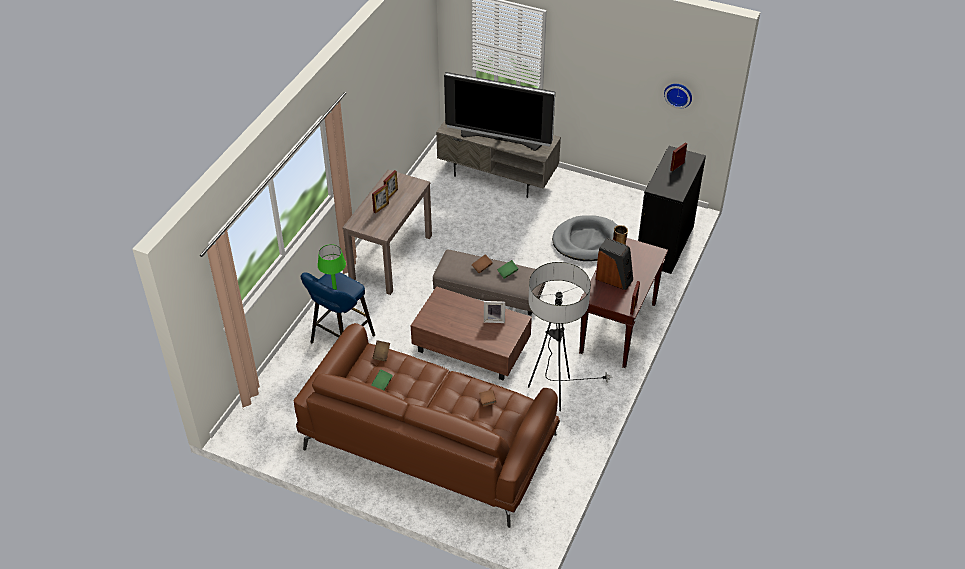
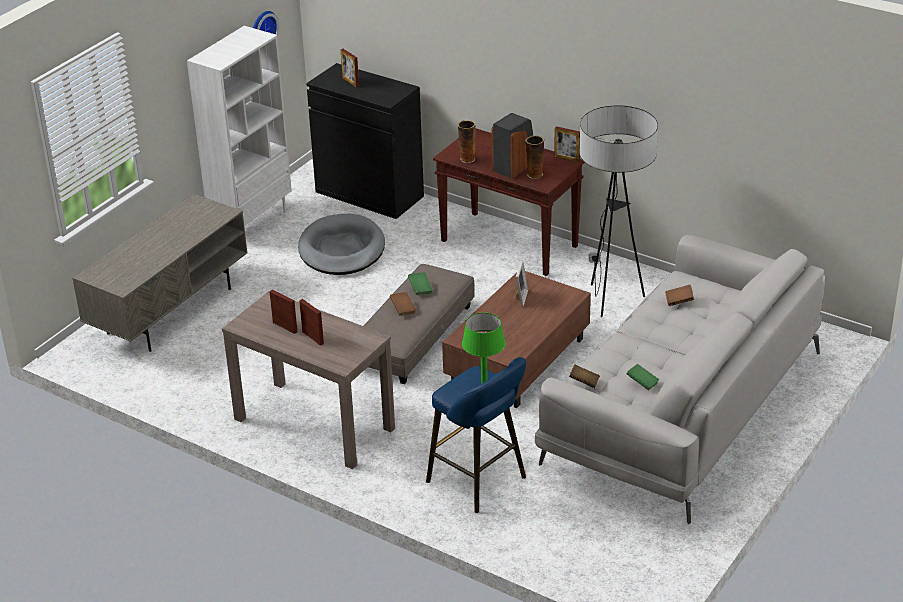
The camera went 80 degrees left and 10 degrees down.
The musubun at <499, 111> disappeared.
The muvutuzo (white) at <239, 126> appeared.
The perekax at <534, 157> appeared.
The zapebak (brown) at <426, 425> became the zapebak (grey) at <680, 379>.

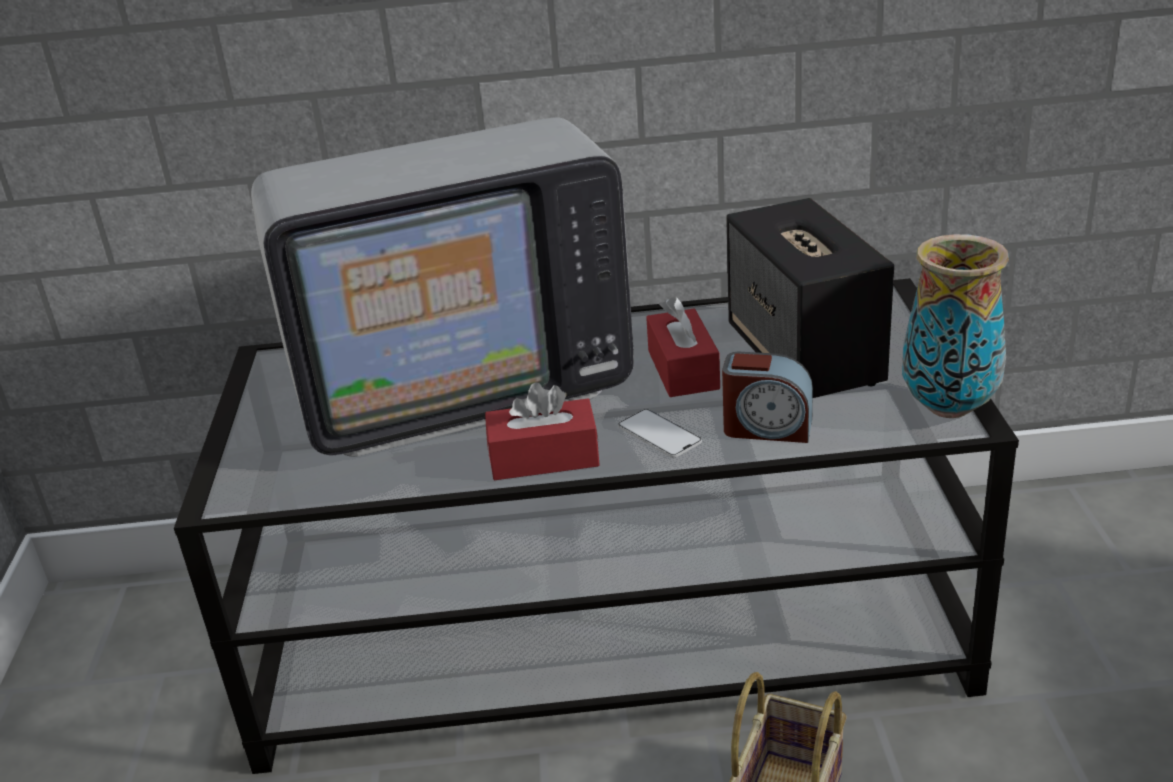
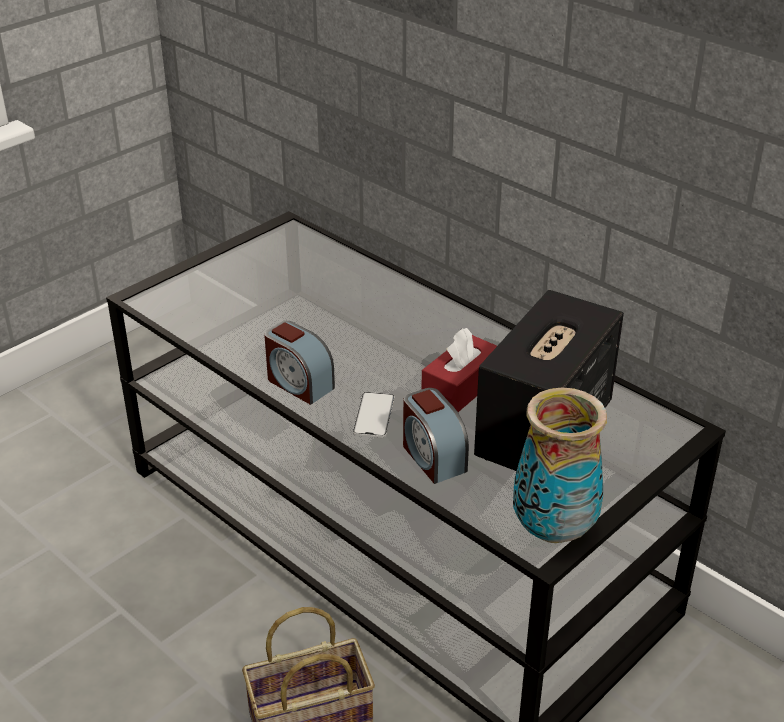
The camera went 45 degrees right and 5 degrees up.
The musubun at <442, 287> disappeared.
The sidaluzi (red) at <542, 431> was replaced by the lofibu at <299, 363>.

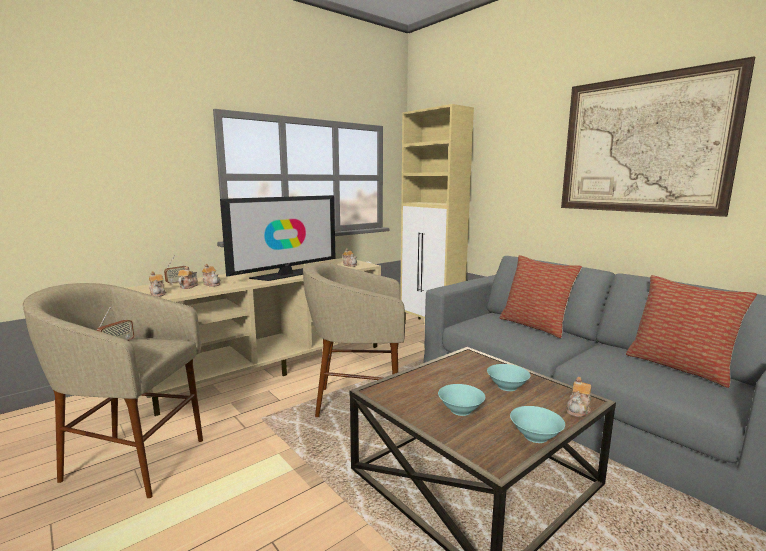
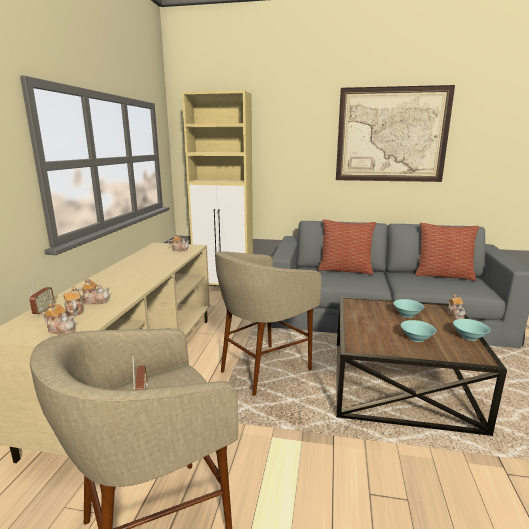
The camera went 40 degrees left and 5 degrees up.
The musubun at <278, 238> disappeared.

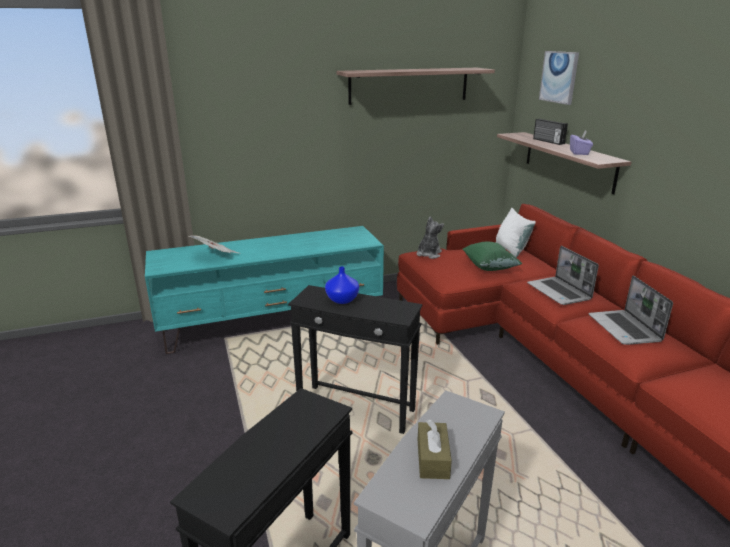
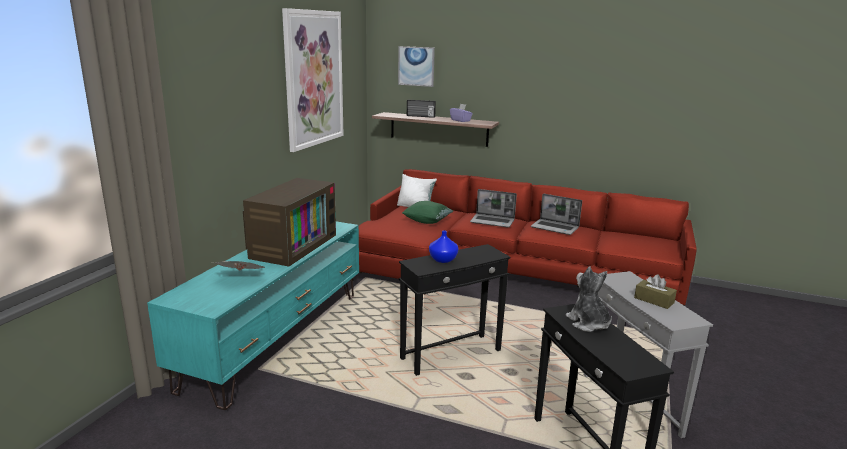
The camera went 50 degrees left and 5 degrees down.
The musubun at <289, 222> appeared.
The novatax moved from <430, 237> to <588, 299>.
The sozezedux at <415, 86> was replaced by the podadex at <313, 80>.

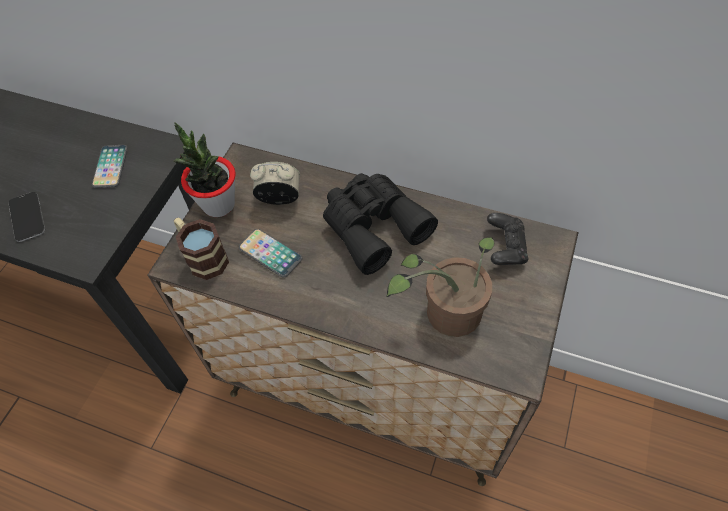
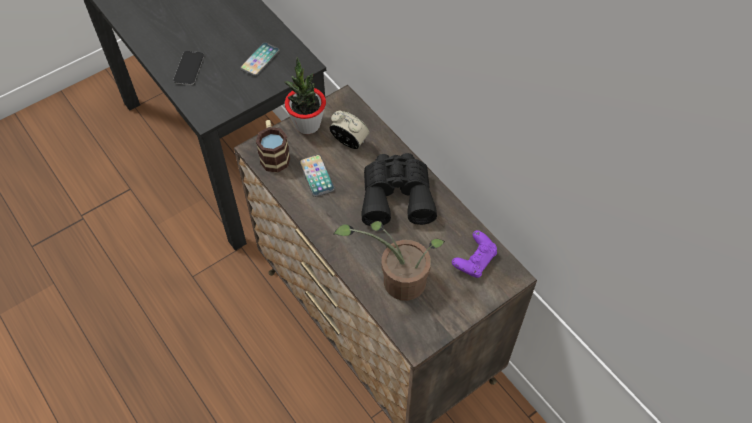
The camera went 30 degrees right and 0 degrees up.
The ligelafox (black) at <507, 239> became the ligelafox (purple) at <474, 254>.

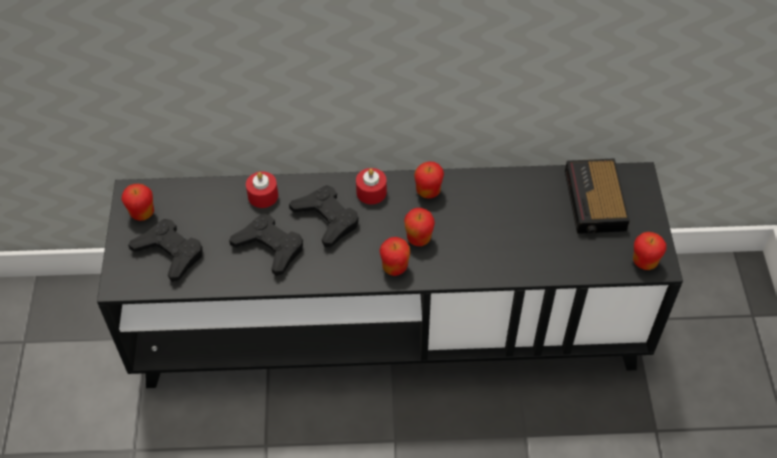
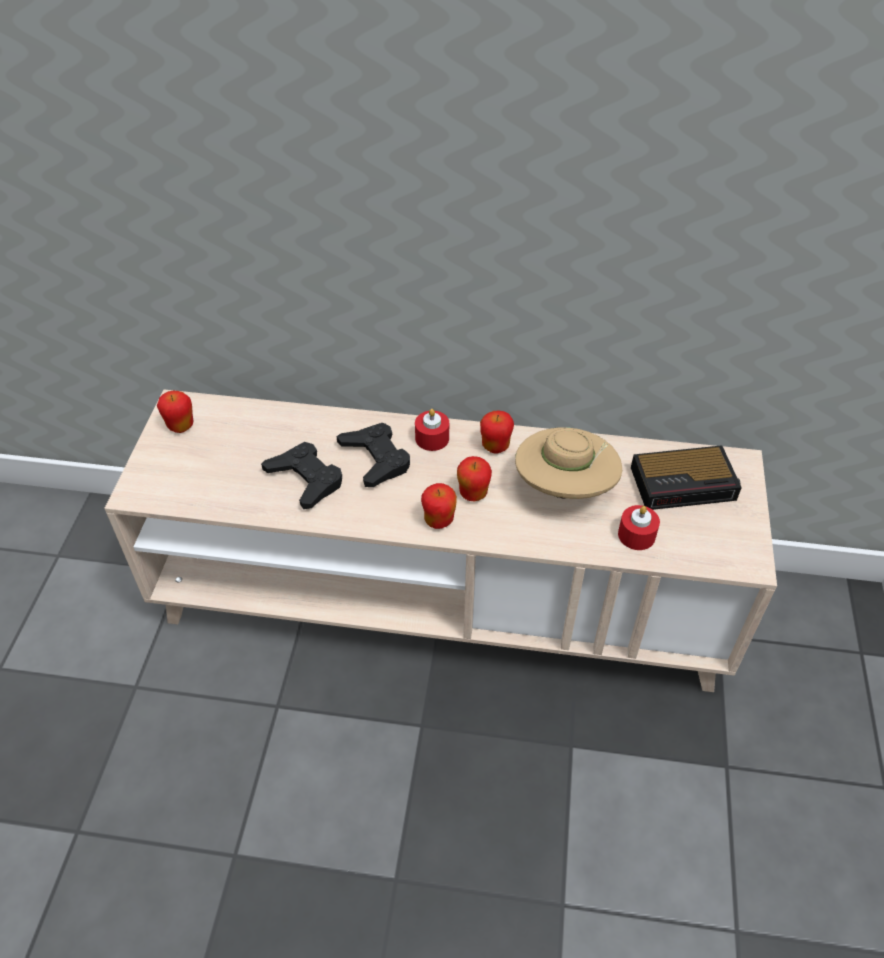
The camera went 10 degrees right and 5 degrees down.
The ligelafox (black) at <165, 250> disappeared.
The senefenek at <649, 251> disappeared.
The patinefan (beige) at <568, 463> appeared.
The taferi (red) moved from <262, 190> to <639, 527>.
The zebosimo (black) at <390, 275> became the zebosimo (beige) at <440, 540>.
The lofibu at <597, 196> turned 105 degrees counterclockwise.

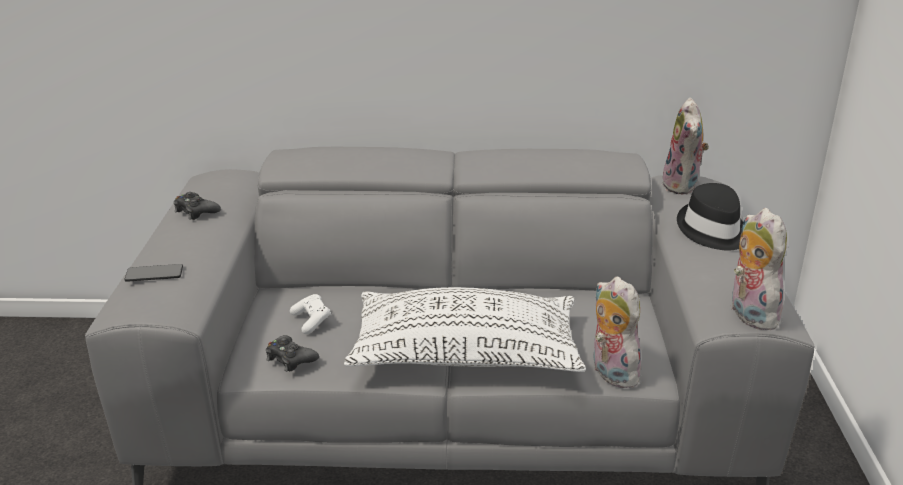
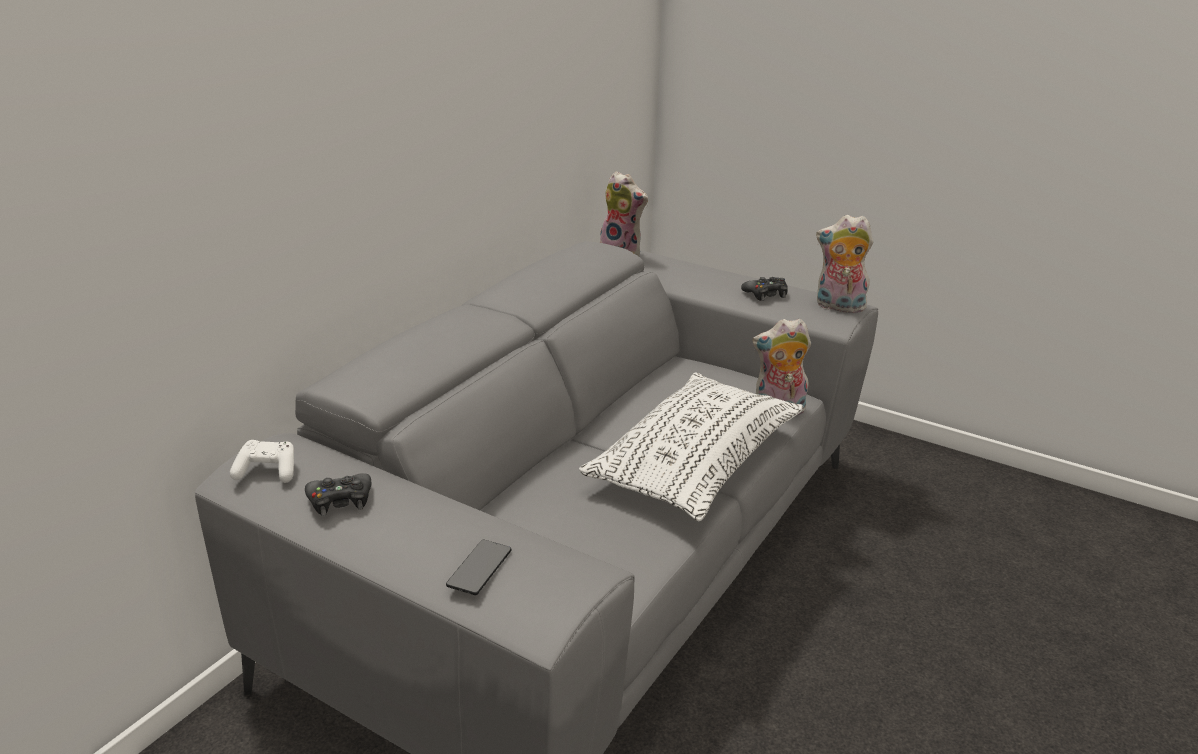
The camera went 60 degrees left and 0 degrees up.
The patinefan (black) at <710, 217> disappeared.
The ligelafox (black) moved from <292, 353> to <764, 289>.
The ligelafox (white) moved from <310, 314> to <262, 461>.

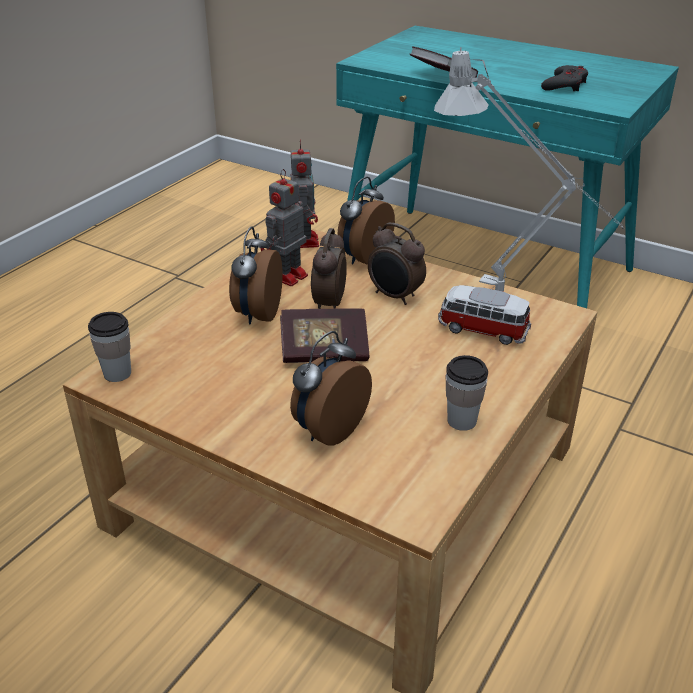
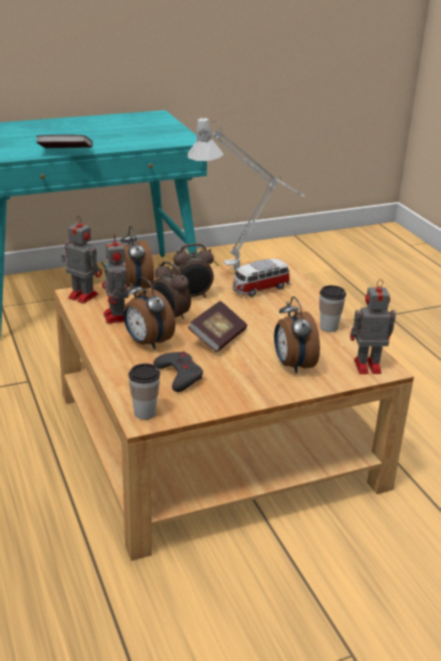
The camera went 55 degrees left and 5 degrees down.
The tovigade at <373, 326> appeared.
The ligelafox (grey) moved from <564, 78> to <178, 372>.

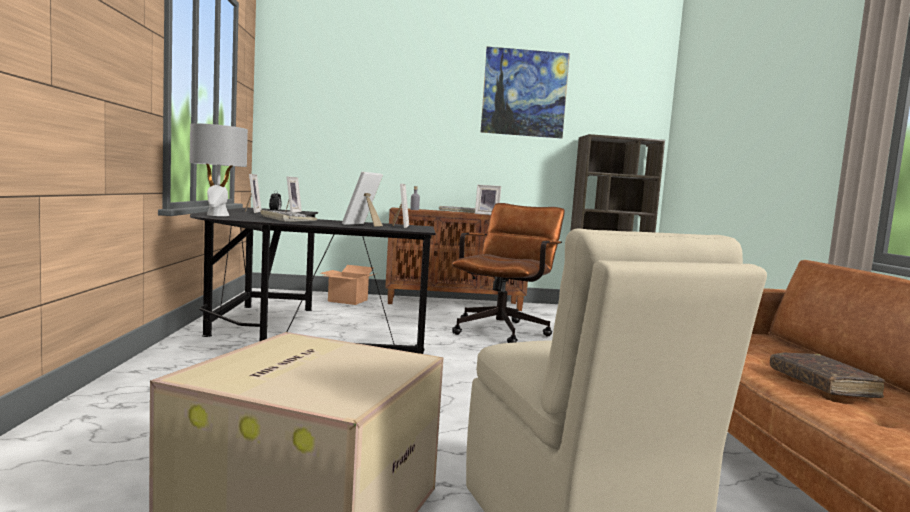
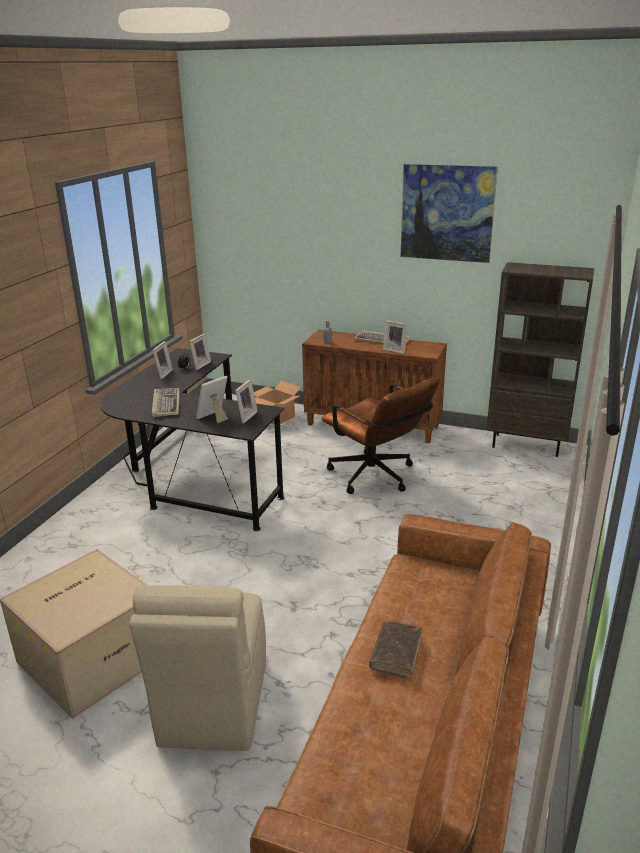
The camera went 25 degrees right and 20 degrees up.
The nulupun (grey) at <219, 169> disappeared.
The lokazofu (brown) at <508, 273> turned 90 degrees clockwise.

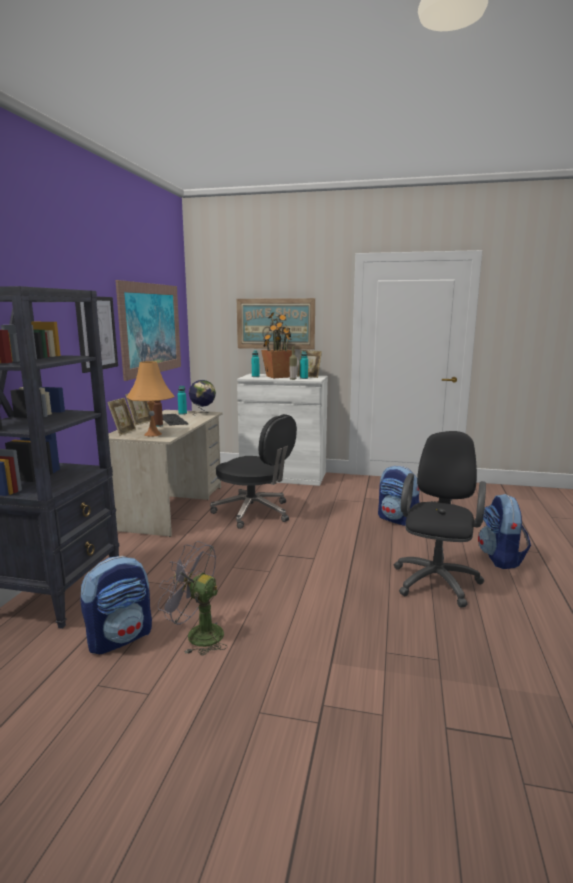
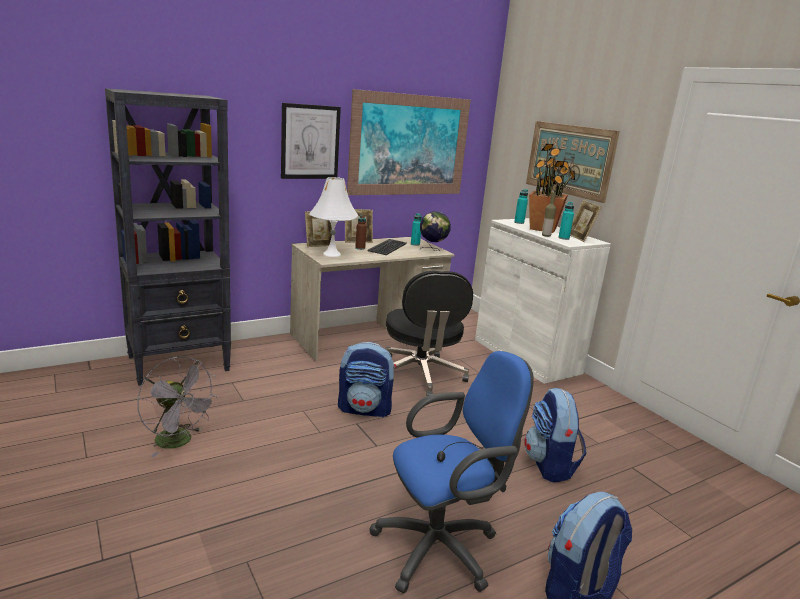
The camera went 45 degrees right and 5 degrees up.
The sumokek moved from <116, 605> to <367, 380>.
The nulupun (orange) at <151, 399> became the nulupun (white) at <333, 217>.
The lokazofu (black) at <440, 519> became the lokazofu (blue) at <451, 472>.
The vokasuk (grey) at <192, 598> turned 150 degrees clockwise.

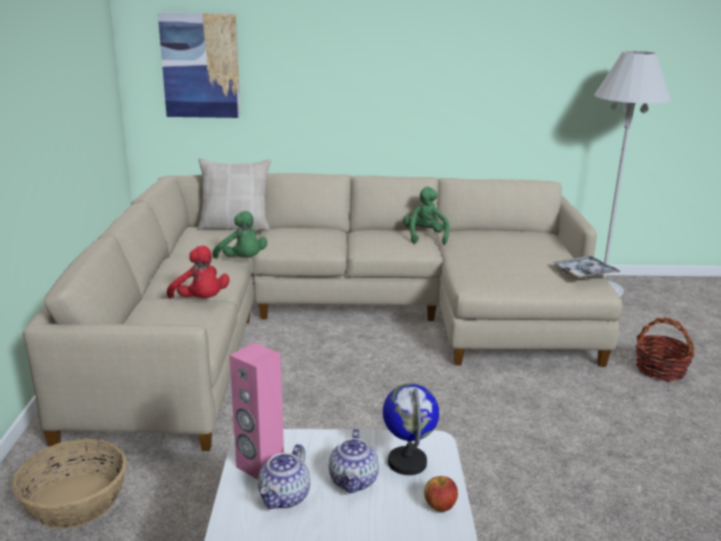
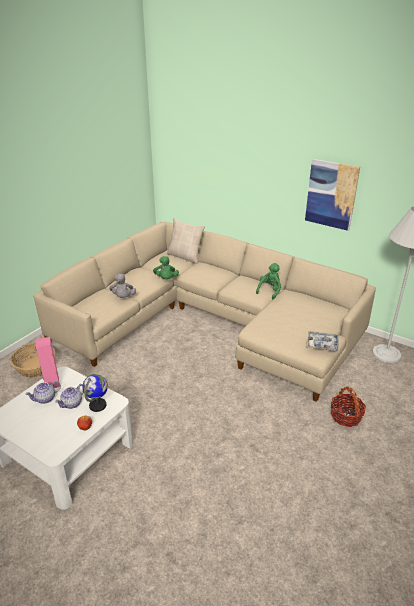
The camera went 35 degrees right and 10 degrees up.
The podadex moved from <199, 65> to <332, 195>.
The novatax (red) at <198, 272> became the novatax (grey) at <122, 286>.

